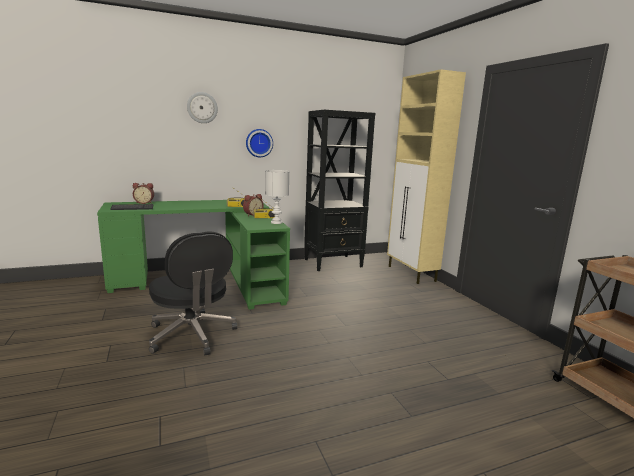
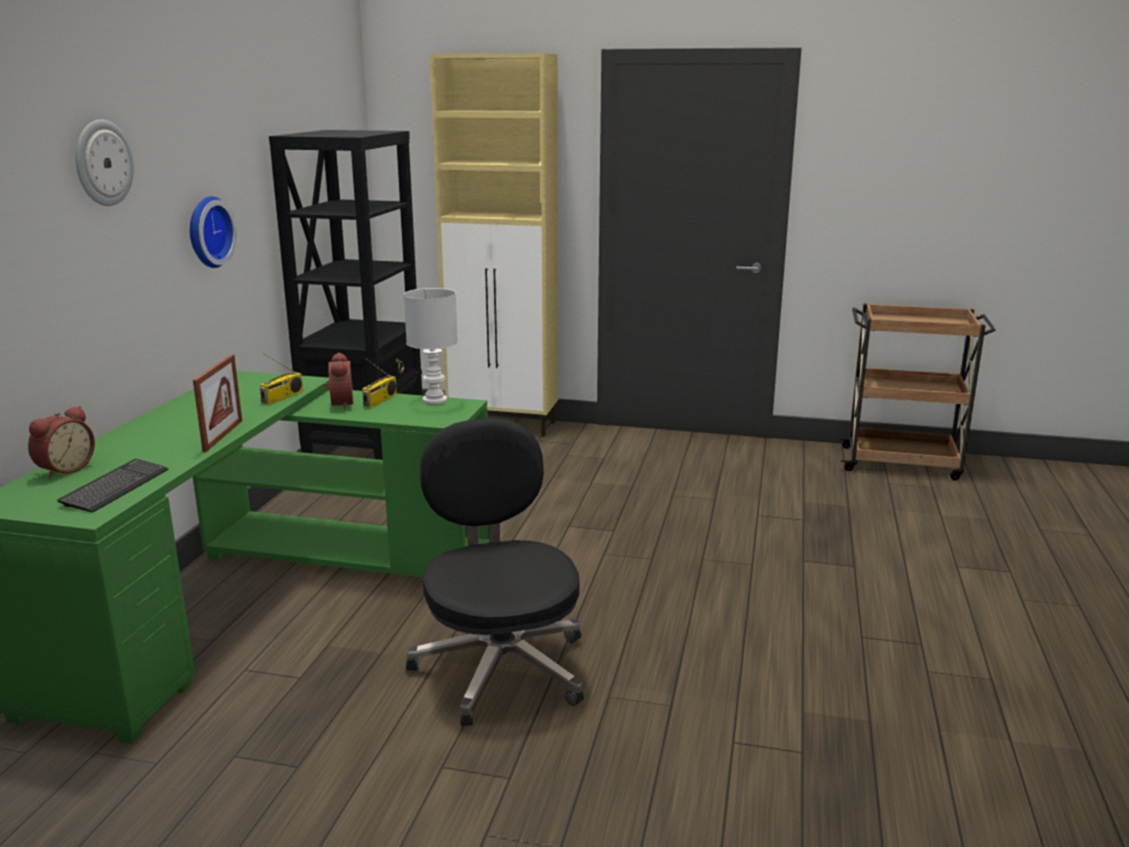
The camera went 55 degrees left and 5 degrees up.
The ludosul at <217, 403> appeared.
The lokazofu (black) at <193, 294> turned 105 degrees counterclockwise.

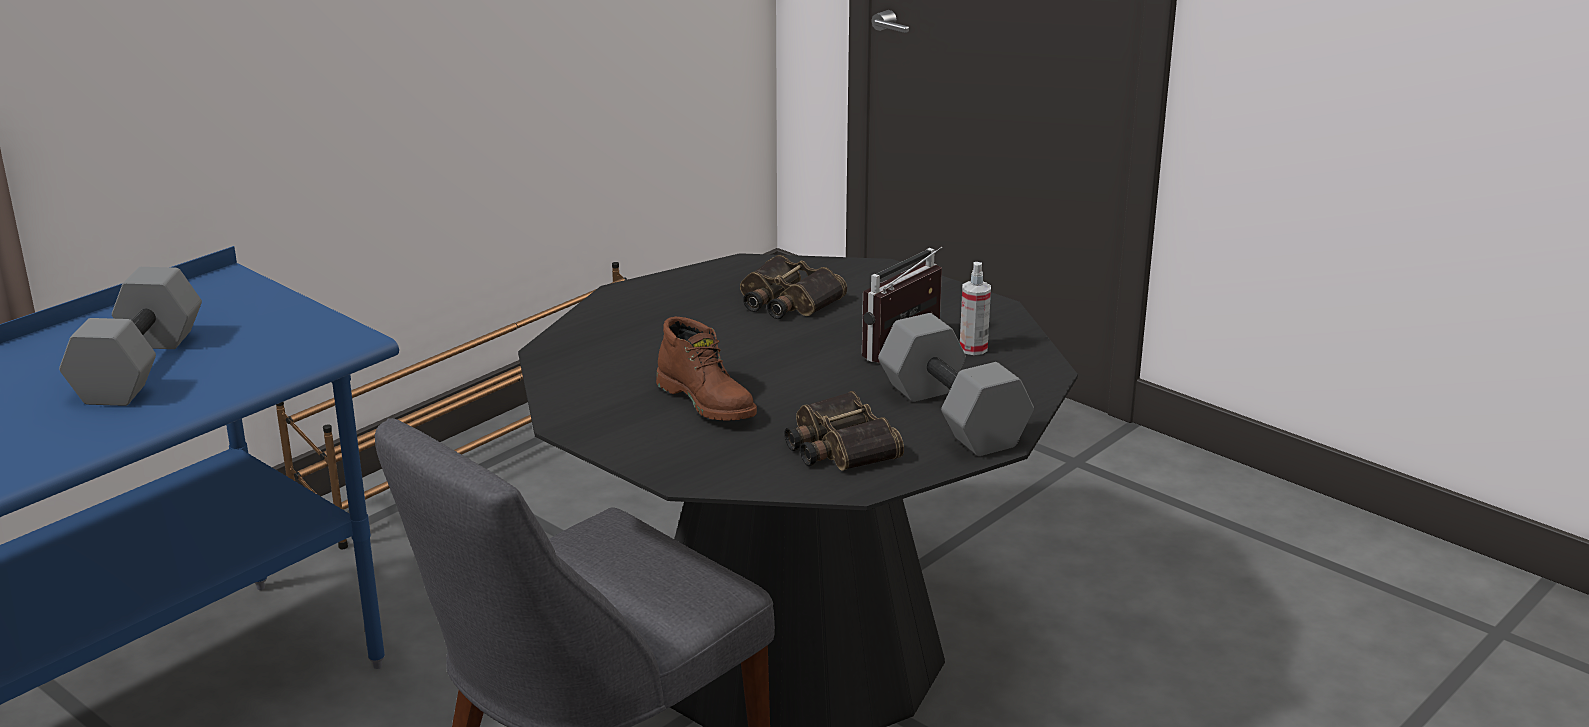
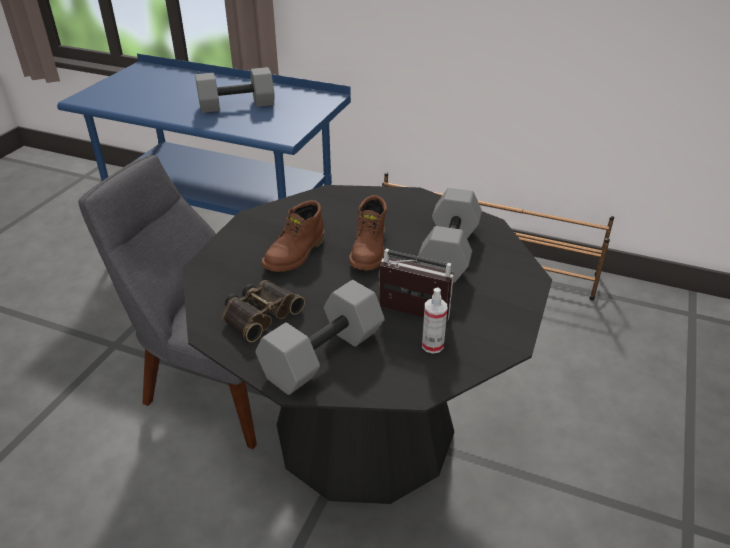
The camera went 70 degrees right and 10 degrees up.
The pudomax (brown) at <368, 232> appeared.
The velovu at <793, 287> was replaced by the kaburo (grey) at <450, 235>.

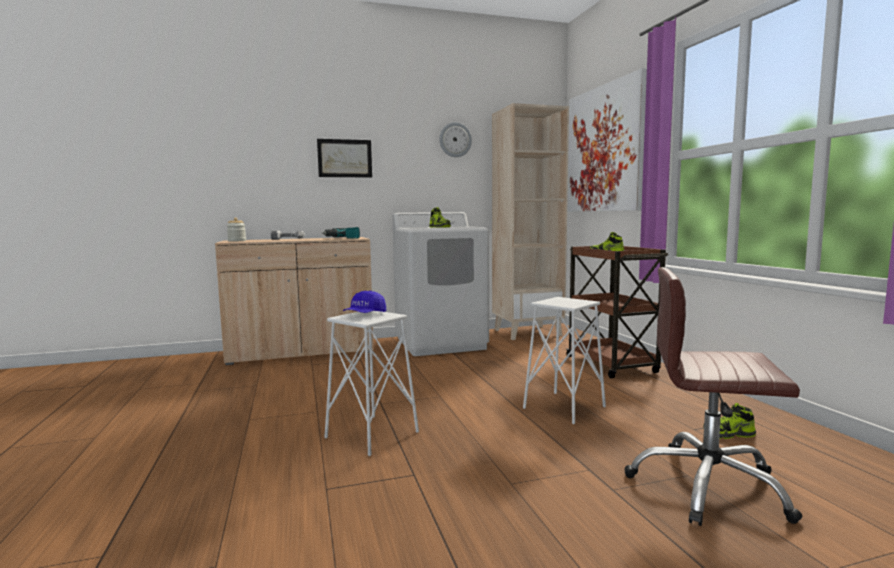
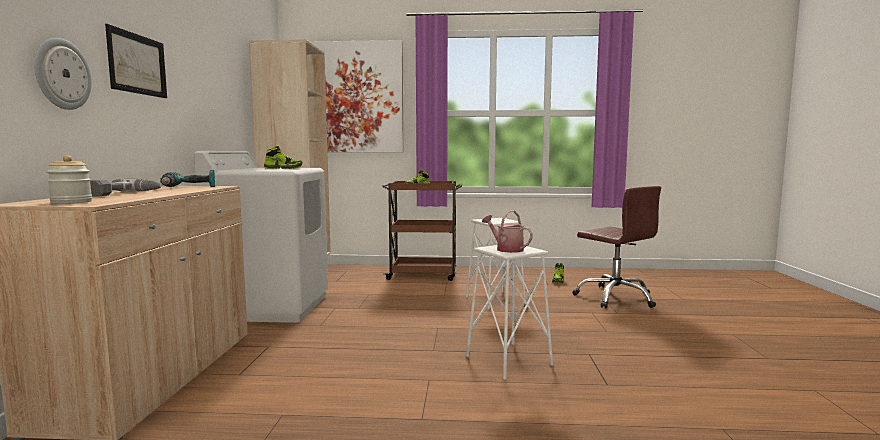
The camera went 70 degrees left and 0 degrees up.
The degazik moved from <455, 139> to <63, 74>.
The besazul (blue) at <364, 301> was replaced by the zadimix at <507, 231>.
The lokazofu (brown) at <714, 396> turned 75 degrees counterclockwise.

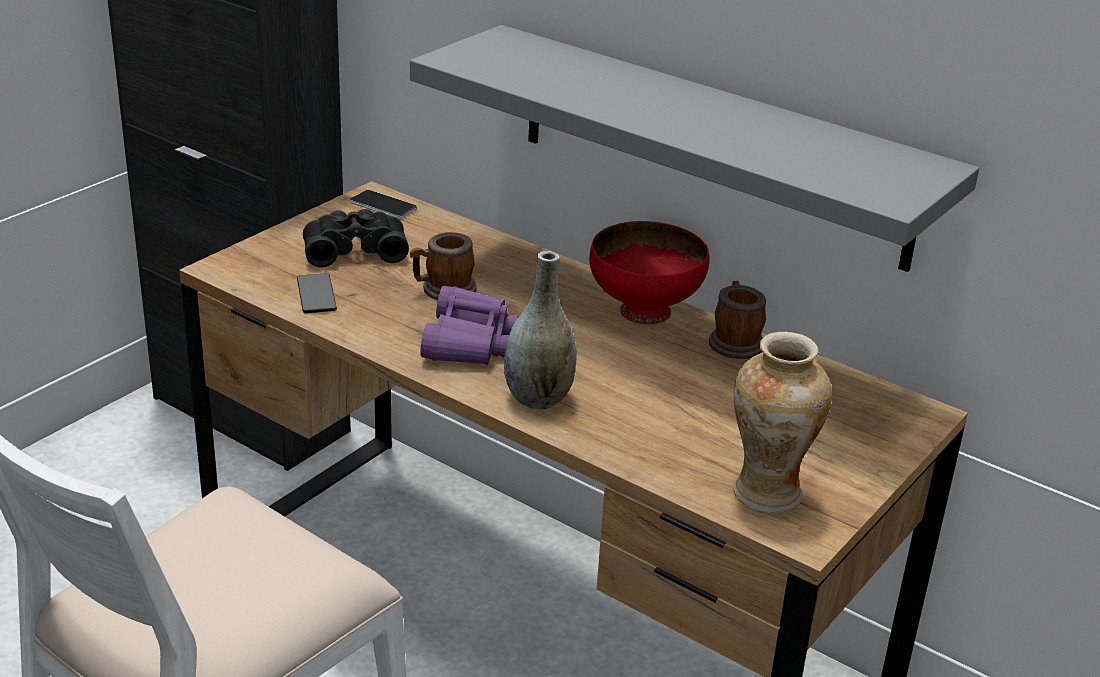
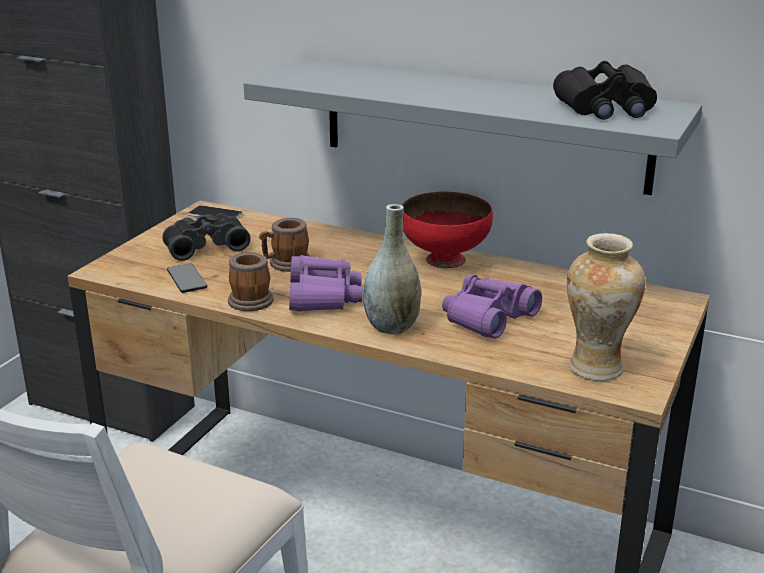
The camera went 10 degrees left and 5 degrees down.
The velovu (purple) at <492, 306> appeared.
The velovu (black) at <605, 90> appeared.
The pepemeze moved from <737, 320> to <251, 280>.

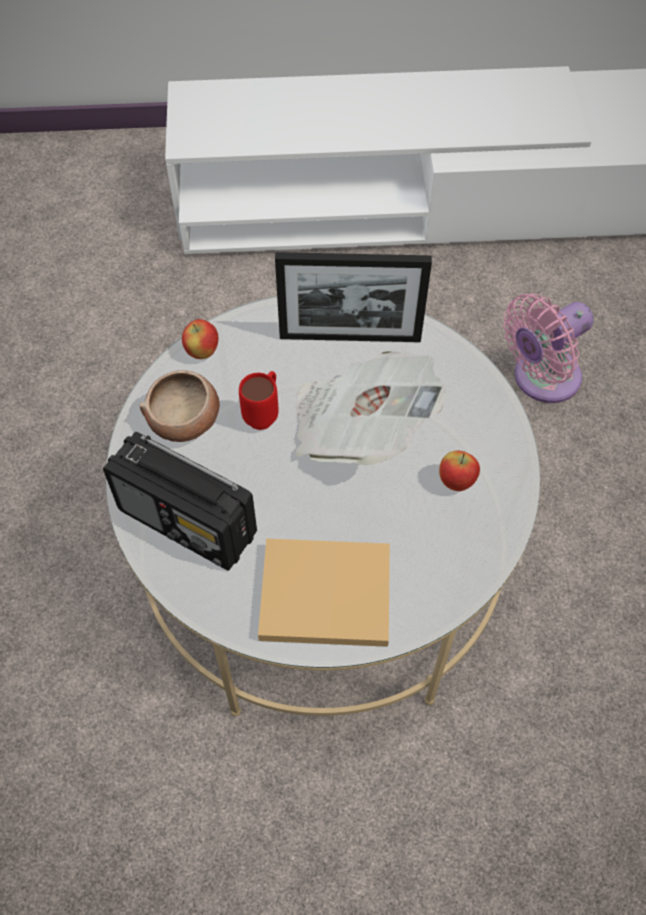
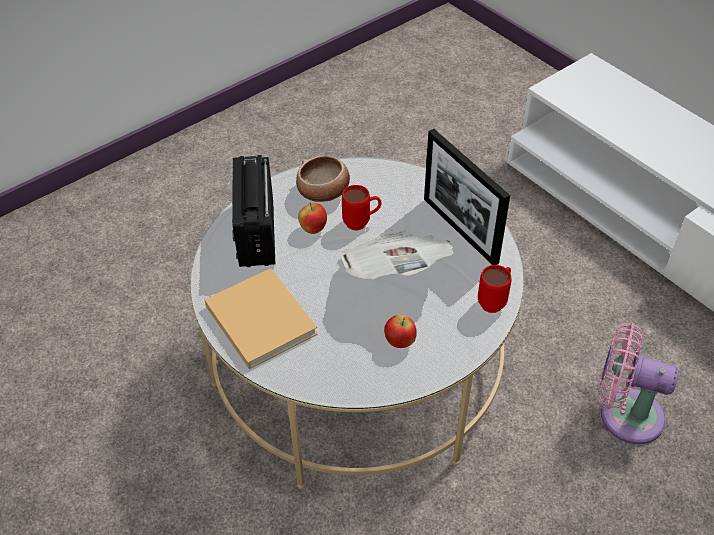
The camera went 55 degrees right and 10 degrees down.
The pepemeze (red) at <495, 289> appeared.
The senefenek moved from <200, 339> to <312, 218>.

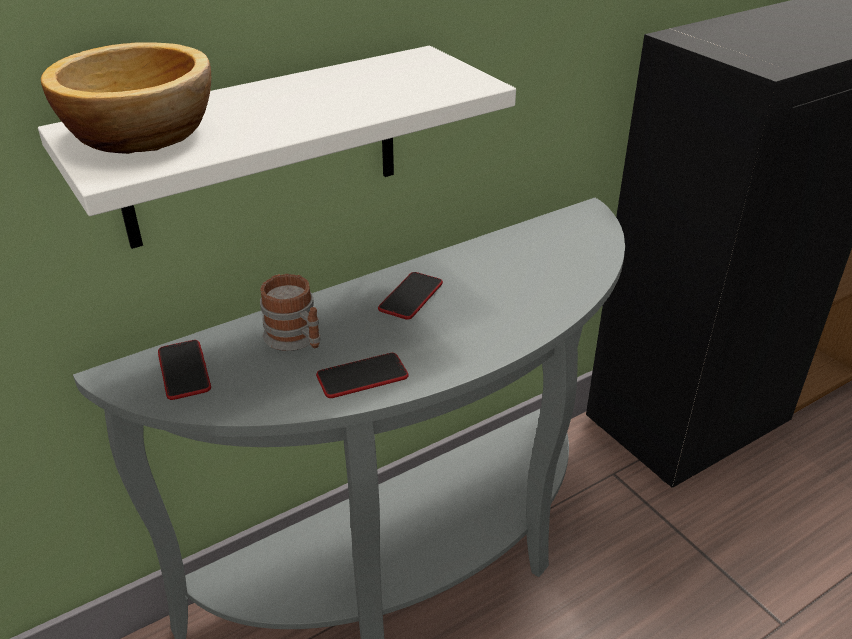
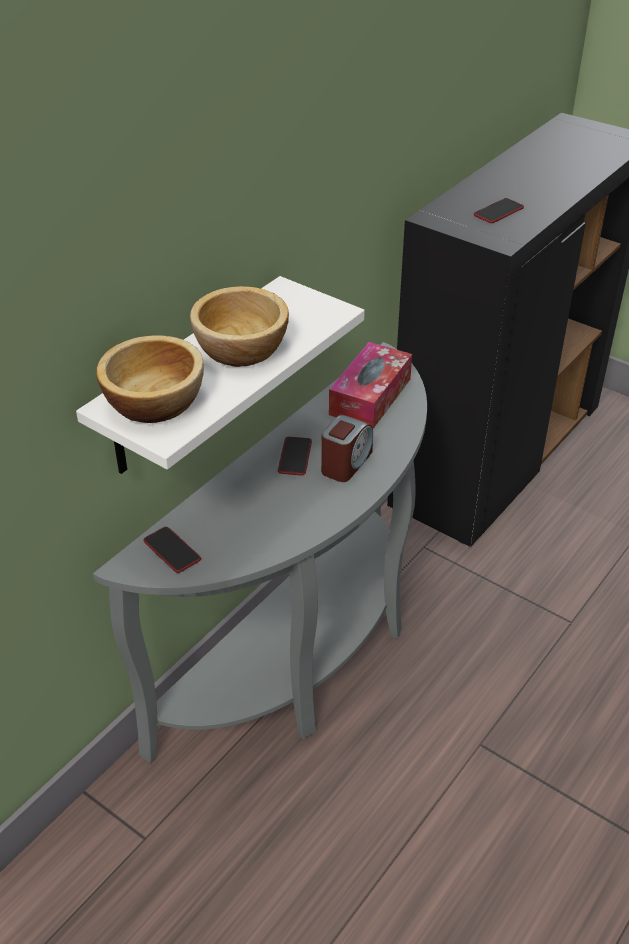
The camera went 20 degrees left and 5 degrees up.
The pepemeze at <290, 312> disappeared.
The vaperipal at <239, 326> appeared.
The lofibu at <347, 448> appeared.
The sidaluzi at <370, 385> appeared.
The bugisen moved from <362, 375> to <499, 210>.

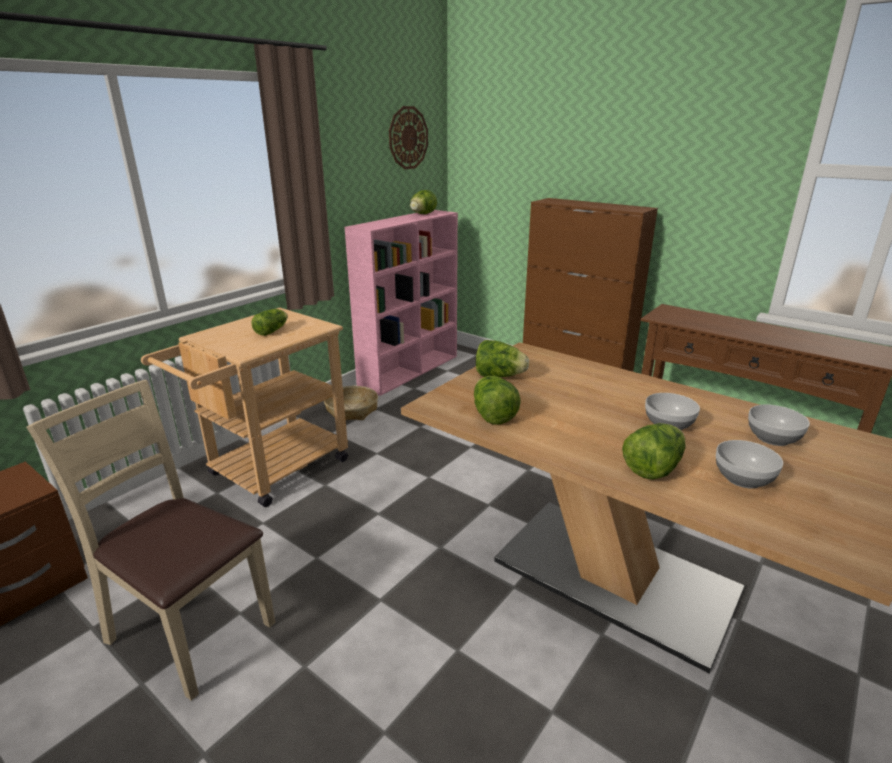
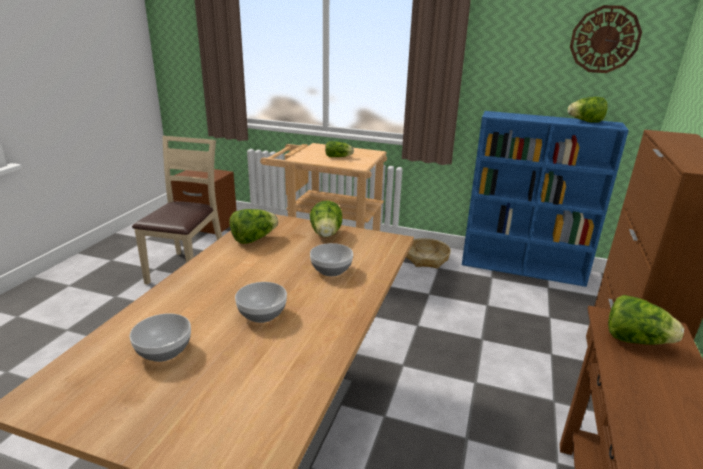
The camera went 70 degrees right and 0 degrees up.
The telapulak moved from <654, 451> to <646, 320>.
The vaperipal moved from <779, 425> to <331, 259>.
The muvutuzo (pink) at <401, 303> became the muvutuzo (blue) at <545, 199>.

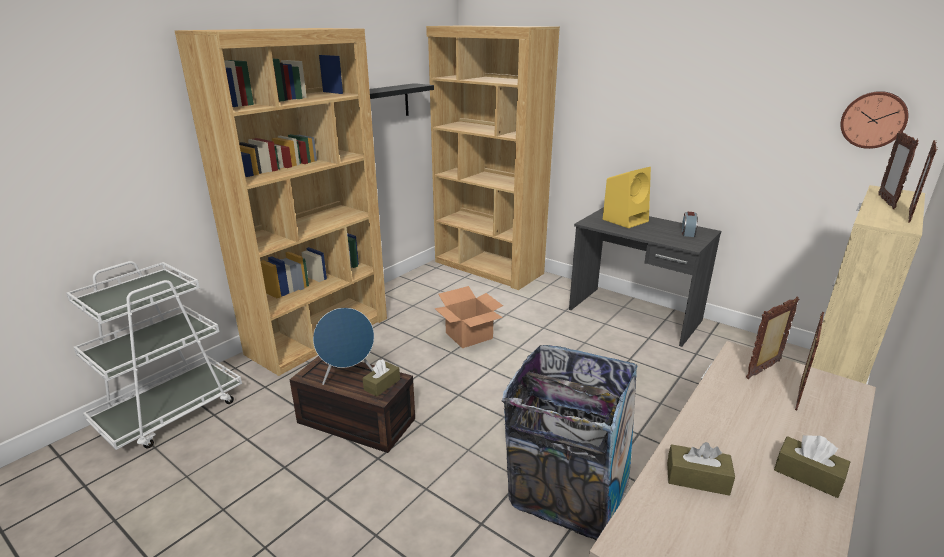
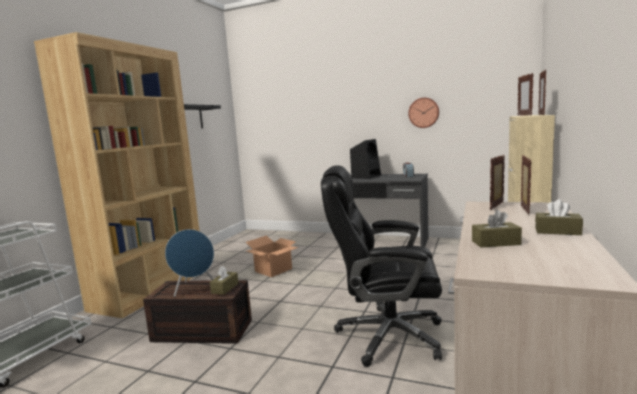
The camera went 15 degrees left and 15 degrees down.
The muvutuzo (brown) at <493, 158> disappeared.
The degazik moved from <874, 120> to <423, 113>.
The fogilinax at <570, 442> was replaced by the lokazofu (black) at <381, 266>.
The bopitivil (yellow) at <627, 197> became the bopitivil (black) at <365, 159>.

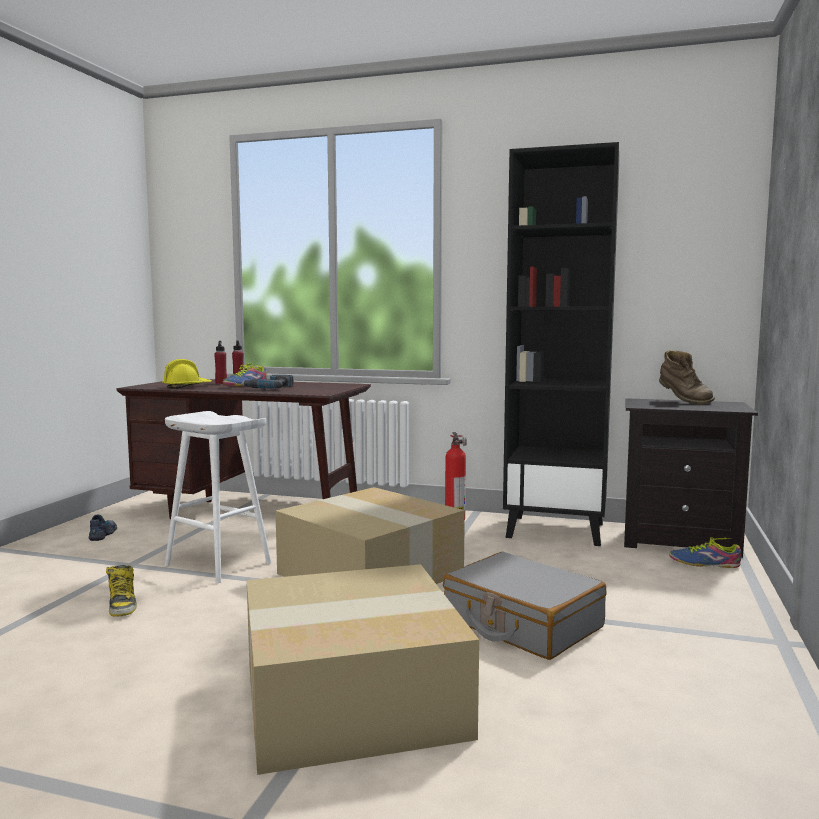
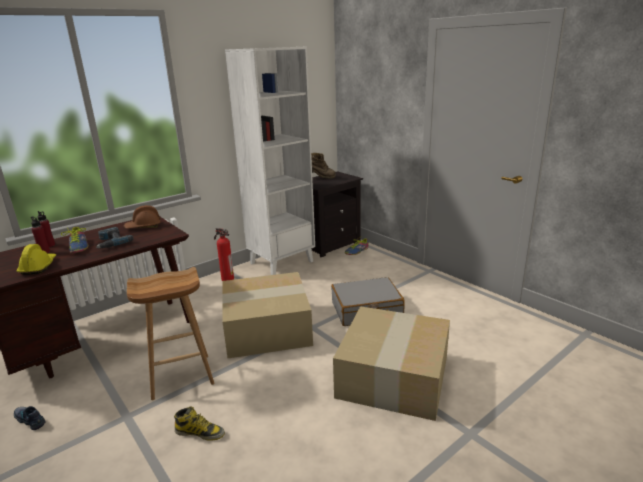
The camera went 55 degrees left and 15 degrees up.
The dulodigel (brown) at <142, 217> appeared.
The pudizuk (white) at <218, 497> became the pudizuk (brown) at <170, 333>.
The muvutuzo (black) at <561, 344> became the muvutuzo (white) at <270, 160>.

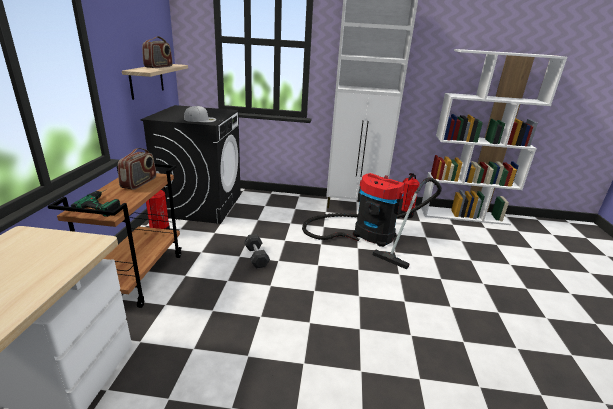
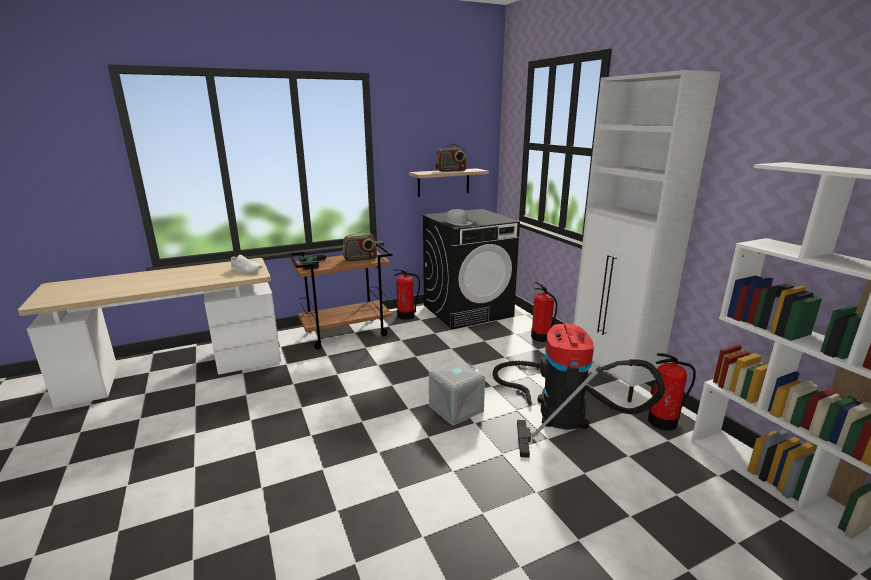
The camera went 60 degrees right and 5 degrees down.
The kaburo (grey) at <257, 251> disappeared.
The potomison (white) at <246, 264> appeared.
The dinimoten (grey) at <457, 393> appeared.
The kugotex at <544, 312> appeared.

